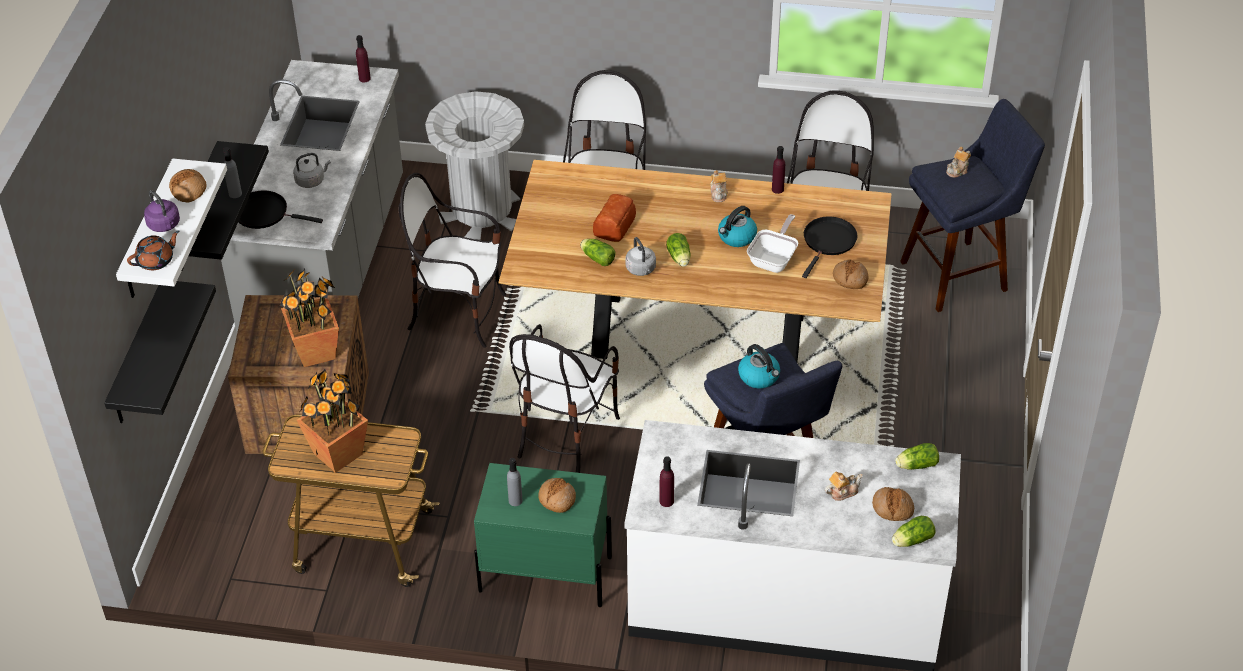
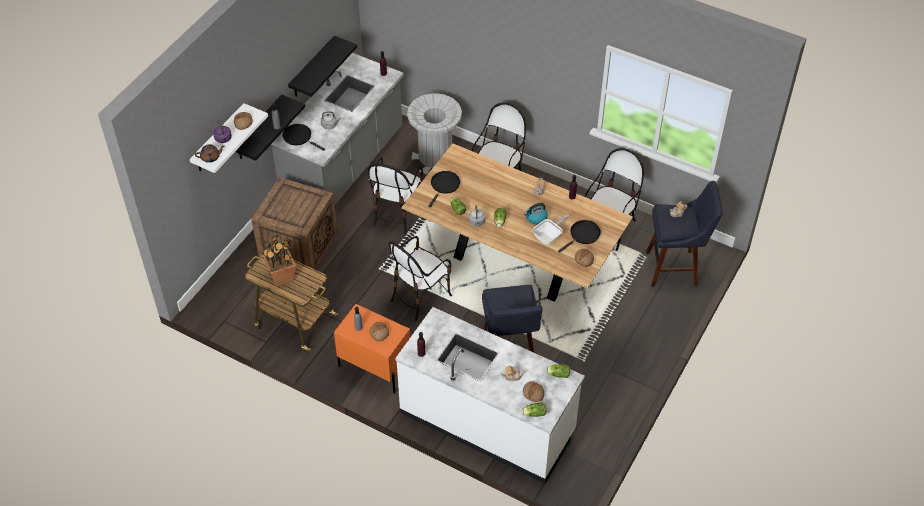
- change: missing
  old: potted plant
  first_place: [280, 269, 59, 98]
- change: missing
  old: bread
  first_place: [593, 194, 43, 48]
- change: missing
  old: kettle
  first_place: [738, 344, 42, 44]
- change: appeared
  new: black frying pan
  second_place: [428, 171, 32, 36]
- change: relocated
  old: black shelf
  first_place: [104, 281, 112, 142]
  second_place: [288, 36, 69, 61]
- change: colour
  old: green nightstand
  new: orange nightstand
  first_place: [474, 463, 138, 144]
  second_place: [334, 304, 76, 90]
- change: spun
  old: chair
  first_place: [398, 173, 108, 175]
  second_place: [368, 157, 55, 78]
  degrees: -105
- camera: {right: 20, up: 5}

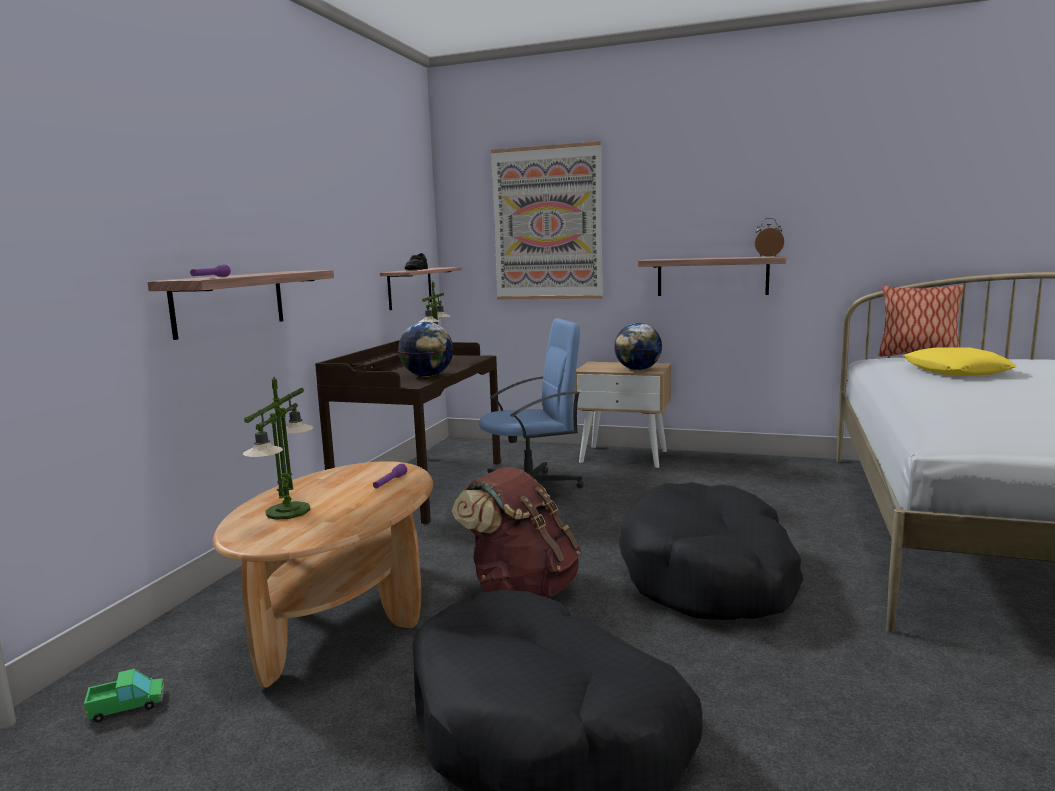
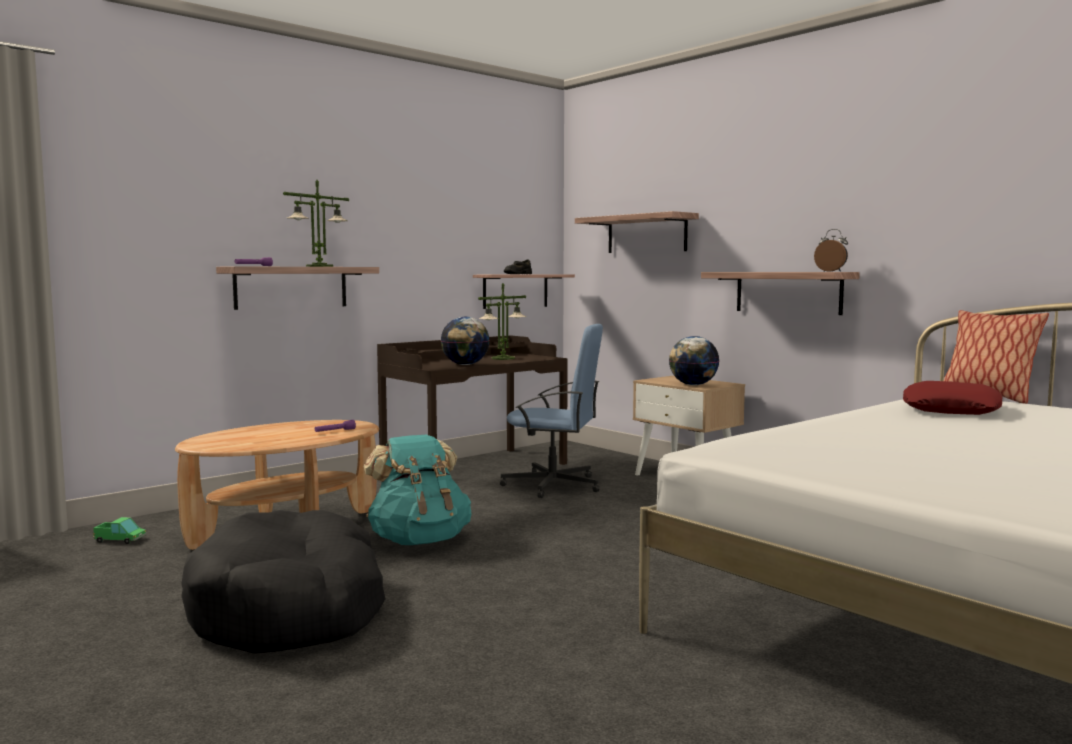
- change: missing
  old: black dog bed
  first_place: [619, 482, 184, 138]
- change: relocated
  old: table lamp
  first_place: [243, 377, 71, 143]
  second_place: [283, 180, 66, 87]
- change: exchanged
  old: picture
  new: shelf
  first_place: [491, 141, 112, 158]
  second_place: [575, 211, 124, 42]
- change: colour
  old: brown backpack
  new: turquoise backpack
  first_place: [452, 467, 129, 130]
  second_place: [363, 435, 109, 110]
- change: colour
  old: yellow pillow
  new: red pillow
  first_place: [903, 347, 114, 29]
  second_place: [903, 381, 99, 34]
- camera: {right: 30, up: -5}

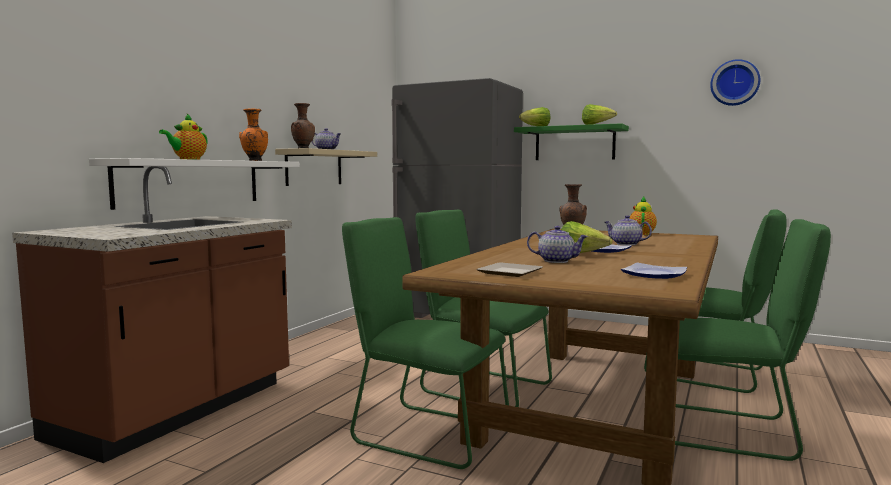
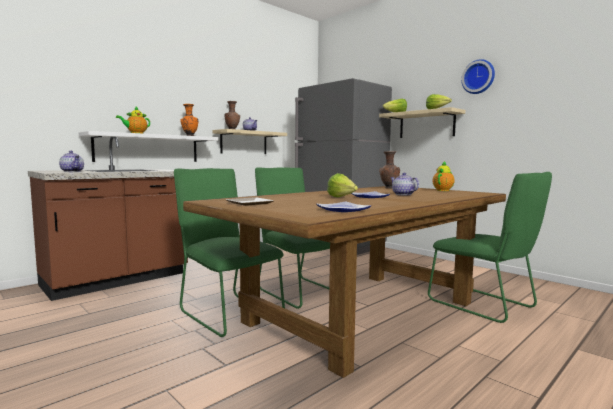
- change: missing
  old: green chair
  first_place: [675, 219, 156, 242]
- change: relocated
  old: teapot
  first_place: [527, 226, 61, 37]
  second_place: [59, 151, 25, 21]
- change: relocated
  old: wall clock
  first_place: [710, 59, 50, 47]
  second_place: [461, 59, 34, 35]
- change: colour
  old: green shelf
  new: beige shelf
  first_place: [514, 123, 115, 37]
  second_place: [379, 107, 86, 31]
- camera: {right: 20, up: 0}

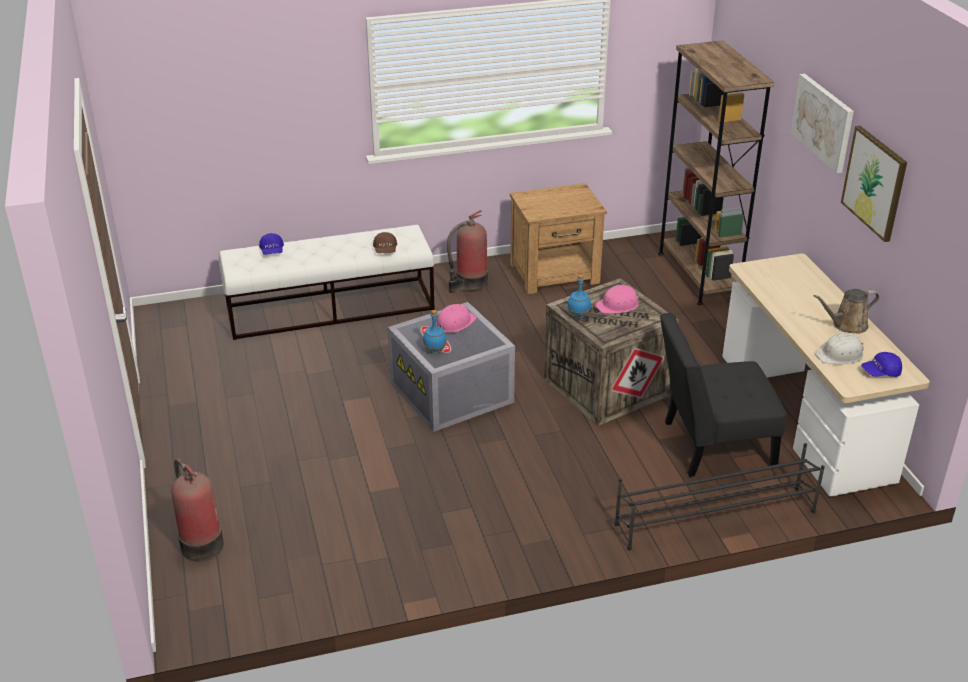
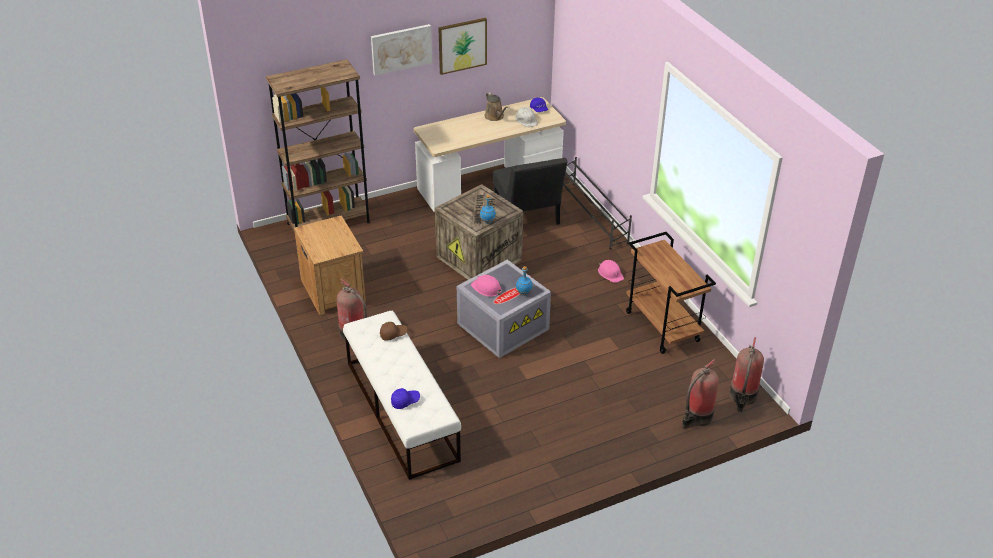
- change: appeared
  new: brown cart
  second_place: [626, 232, 90, 122]
- change: appeared
  new: fire extinguisher
  second_place: [729, 337, 35, 75]
- change: relocated
  old: pink hard hat
  first_place: [595, 285, 44, 29]
  second_place: [598, 260, 26, 23]
- camera: {right: -100, up: 5}

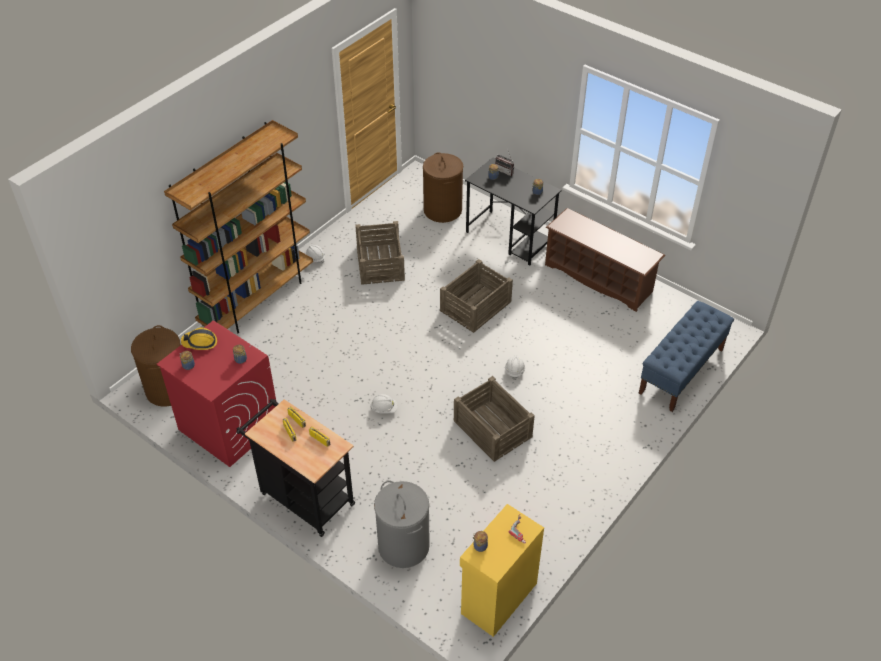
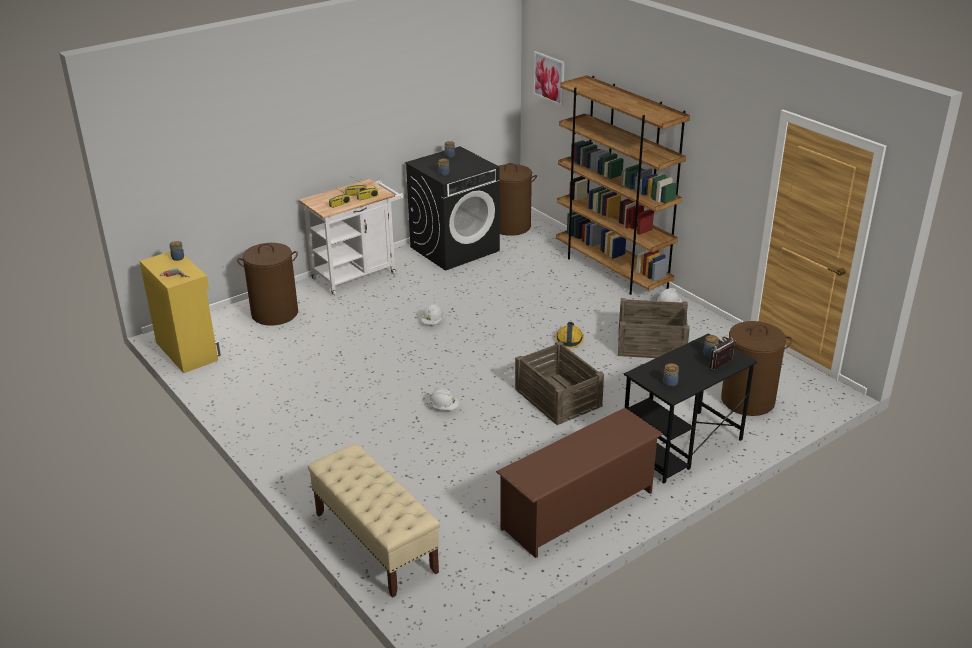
- change: missing
  old: crate
  first_place: [454, 376, 81, 86]
- change: appeared
  new: picture
  second_place: [533, 51, 32, 55]
- change: relocated
  old: hard hat
  first_place: [181, 328, 36, 22]
  second_place: [555, 322, 29, 26]
- change: colour
  old: red washing machine
  new: black washing machine
  first_place: [157, 320, 119, 147]
  second_place: [405, 146, 95, 125]
- change: colour
  old: black cart
  new: white cart
  first_place: [236, 399, 119, 138]
  second_place: [299, 179, 105, 117]
- change: colour
  old: grey laundry basket
  new: brown laundry basket
  first_place: [374, 481, 56, 87]
  second_place: [237, 243, 61, 83]
- change: colour
  old: blue bench
  new: beige bench
  first_place: [639, 301, 95, 111]
  second_place: [308, 444, 132, 154]
- camera: {right: 105, up: -15}

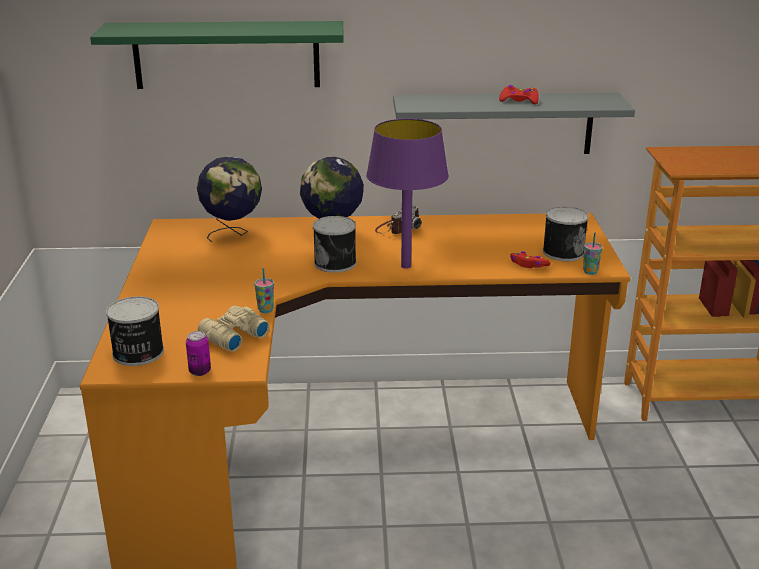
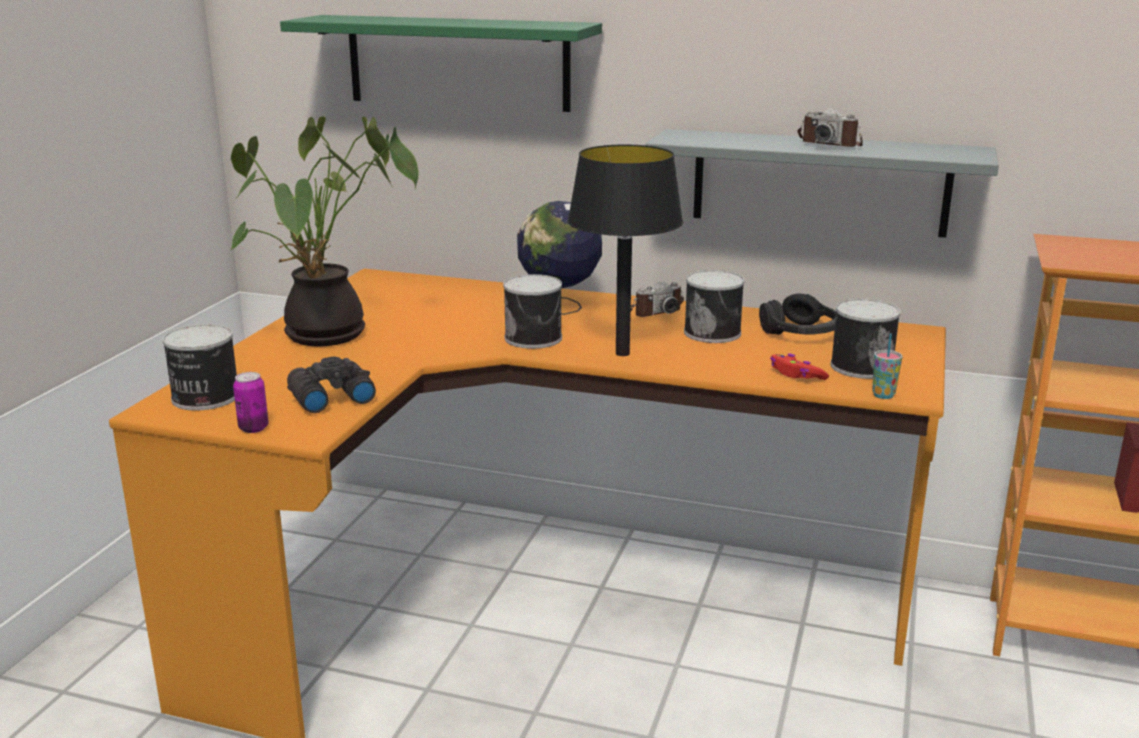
- change: missing
  old: globe
  first_place: [197, 156, 65, 86]
- change: missing
  old: cup
  first_place: [254, 268, 20, 45]
- change: appeared
  new: potted plant
  second_place: [231, 116, 188, 231]
- change: appeared
  new: can
  second_place: [684, 270, 61, 73]
- change: appeared
  new: black headphones
  second_place: [759, 293, 77, 42]
- change: exchanged
  old: red game controller
  new: photo camera
  first_place: [499, 85, 40, 19]
  second_place: [797, 108, 66, 39]
- change: colour
  old: beige binoculars
  new: black binoculars
  first_place: [198, 306, 72, 46]
  second_place: [287, 356, 89, 57]
- change: colour
  old: purple table lamp
  new: black table lamp
  first_place: [366, 119, 83, 150]
  second_place: [567, 144, 116, 212]
- camera: {right: 20, up: -5}

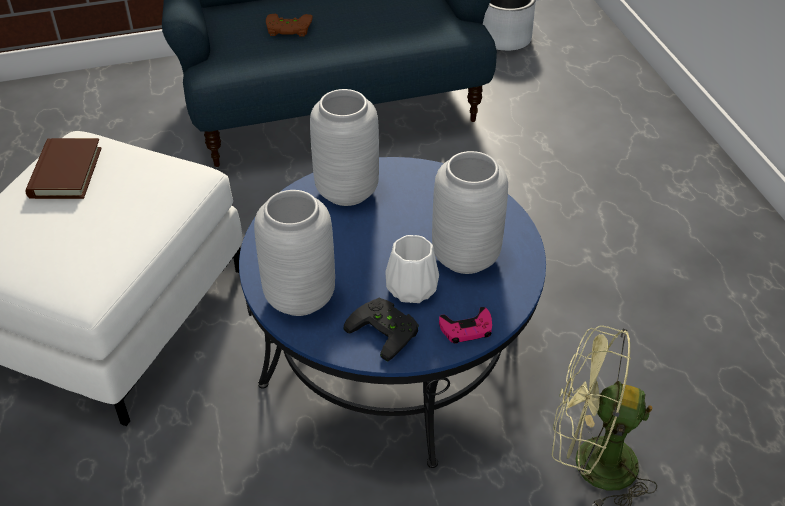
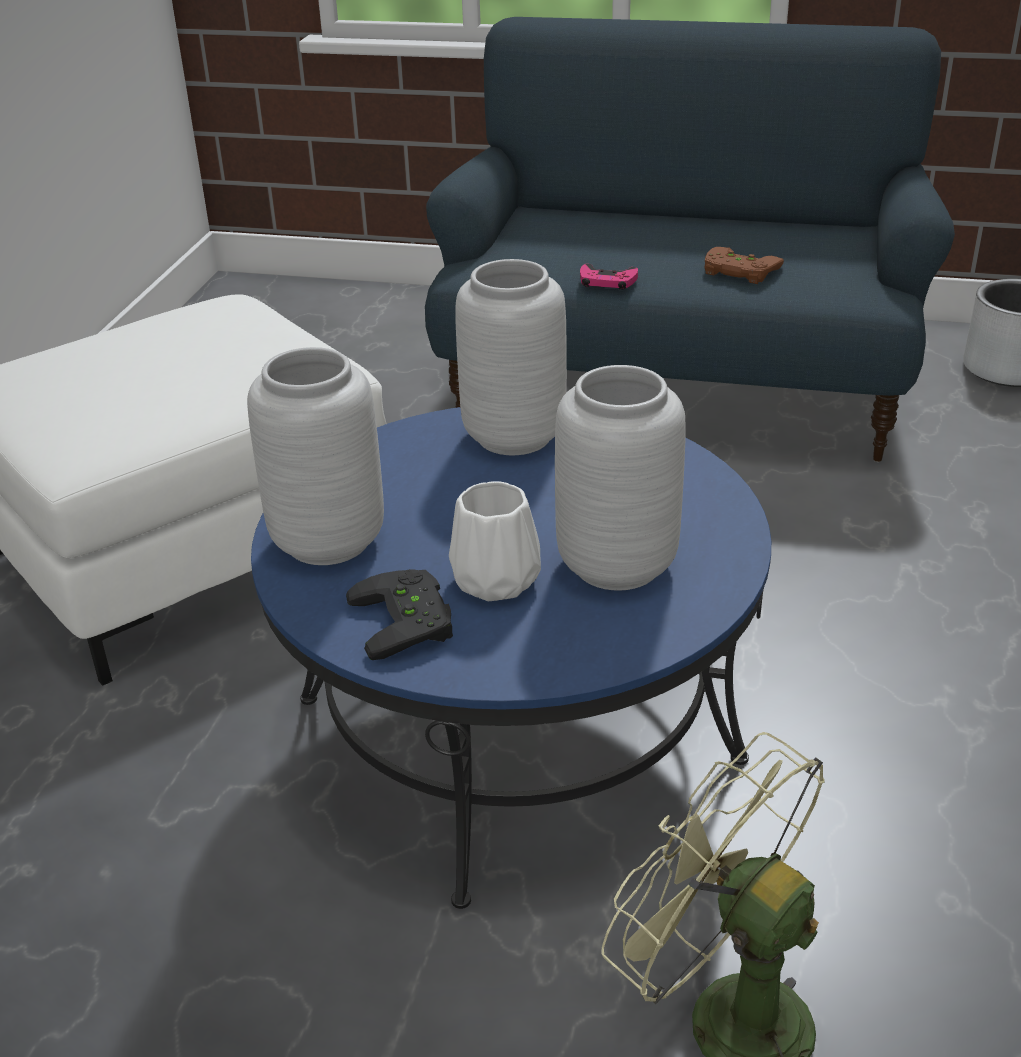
- change: missing
  old: brown book
  first_place: [26, 138, 76, 61]
- change: relocated
  old: brown game controller
  first_place: [266, 14, 47, 23]
  second_place: [704, 247, 80, 37]
- change: relocated
  old: pink game controller
  first_place: [439, 307, 53, 37]
  second_place: [580, 264, 58, 26]
- camera: {right: 30, up: -10}

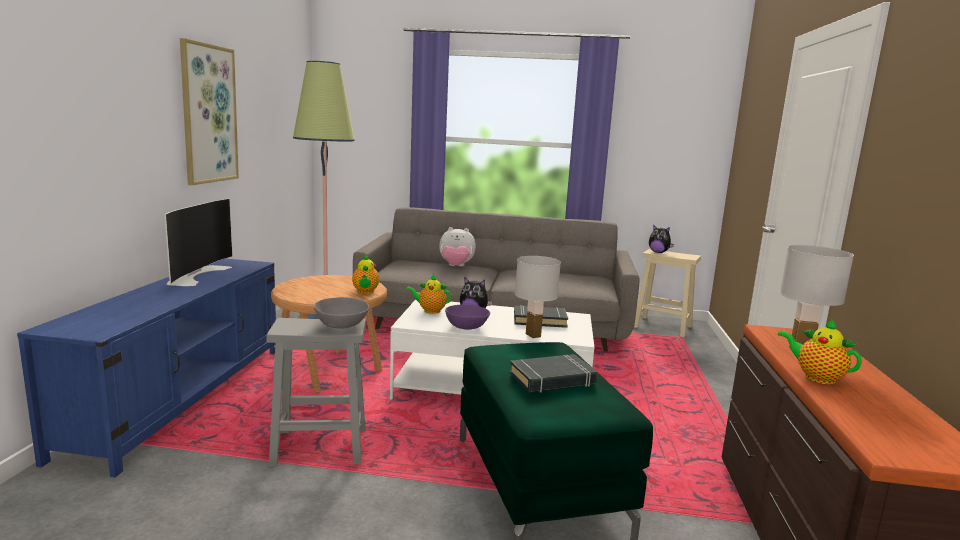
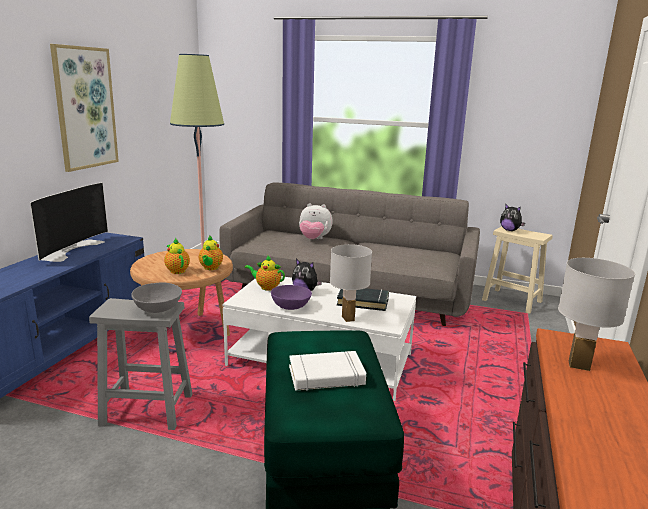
- change: relocated
  old: teapot
  first_place: [778, 319, 84, 65]
  second_place: [164, 238, 26, 36]
- change: colour
  old: black book
  new: white book
  first_place: [510, 354, 87, 39]
  second_place: [289, 351, 77, 40]
- camera: {right: 10, up: 5}

